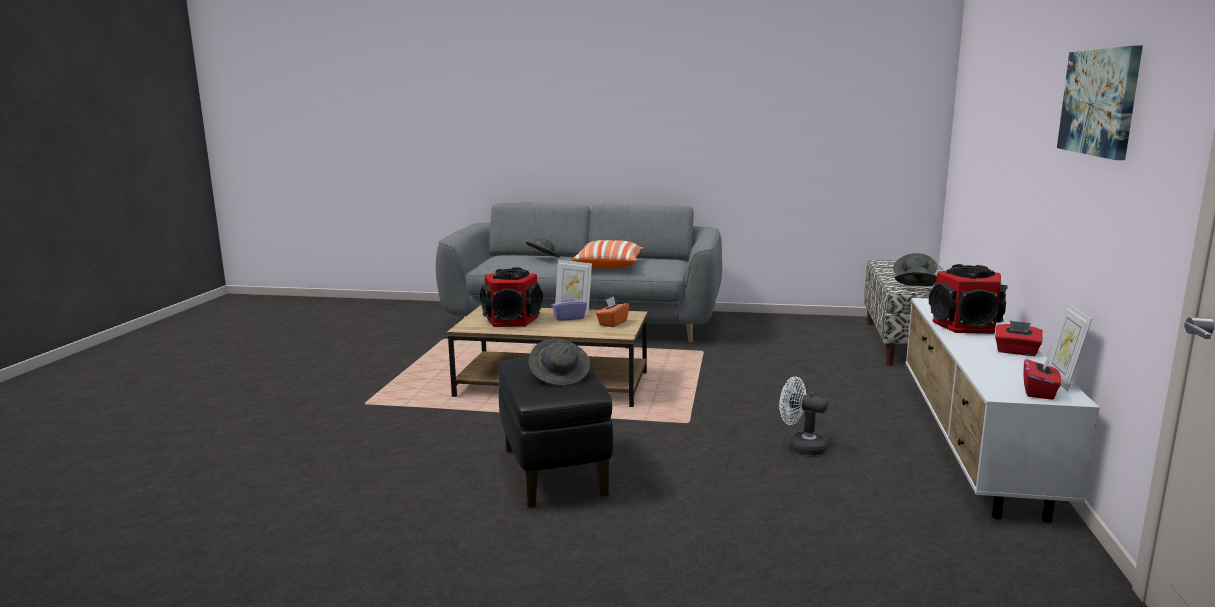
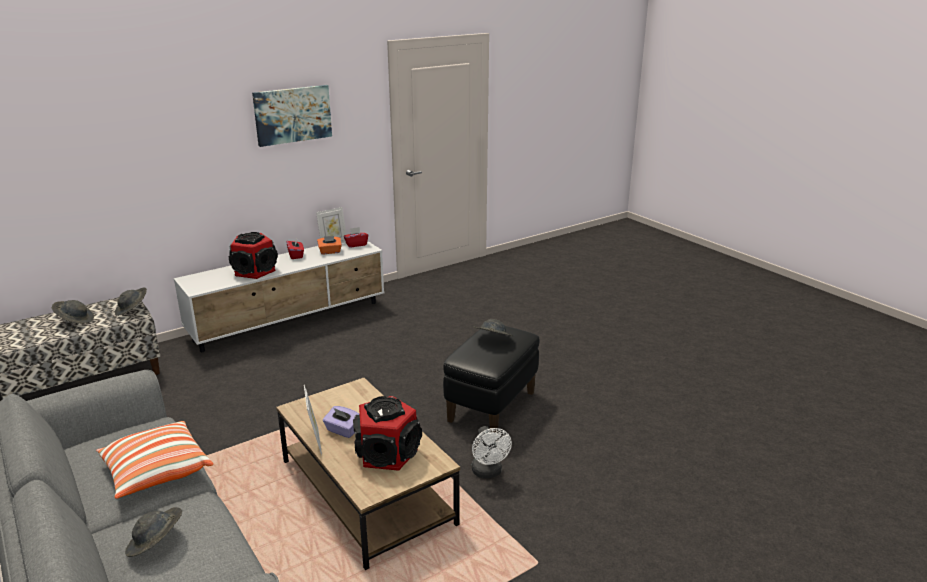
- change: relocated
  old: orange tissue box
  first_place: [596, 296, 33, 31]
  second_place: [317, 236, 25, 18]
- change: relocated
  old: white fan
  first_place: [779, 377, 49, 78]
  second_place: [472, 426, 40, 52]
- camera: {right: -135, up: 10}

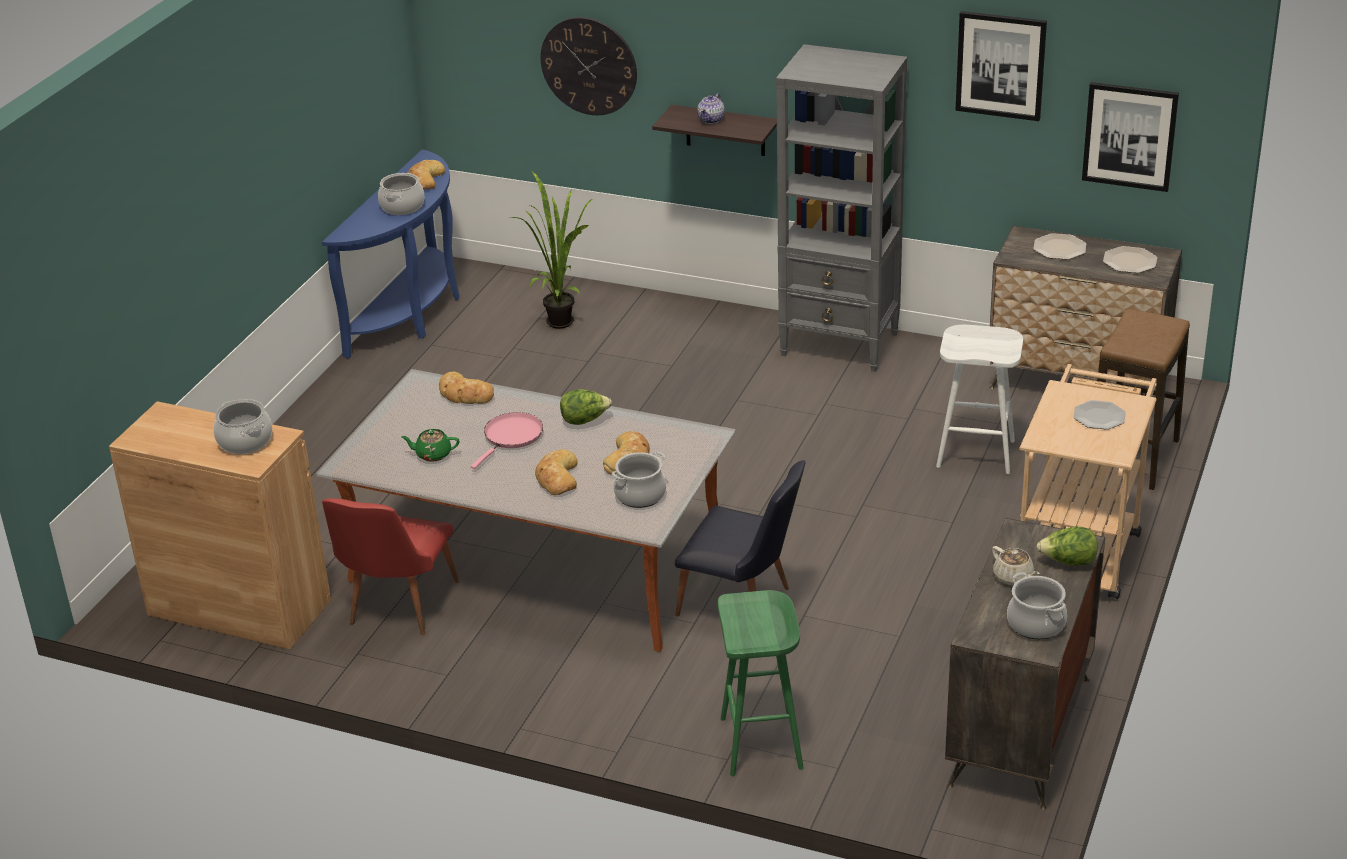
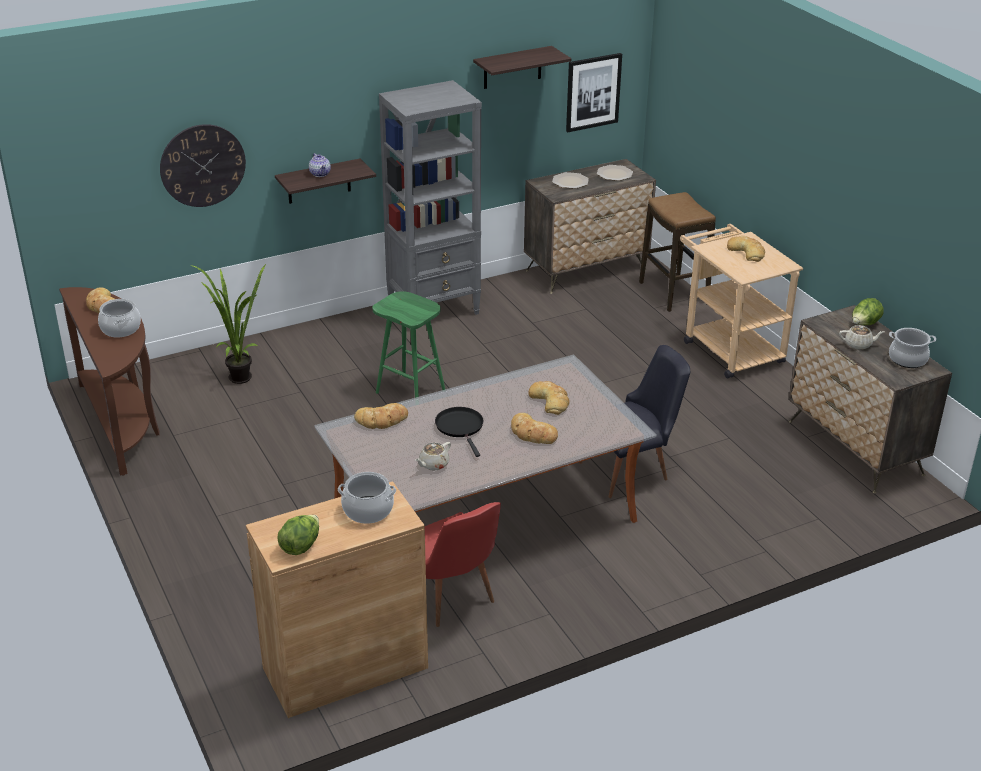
- change: missing
  old: cooking pot
  first_place: [612, 452, 54, 56]
- change: missing
  old: white stool
  first_place: [936, 325, 87, 149]
- change: relocated
  old: lettuce
  first_place: [560, 389, 52, 36]
  second_place: [278, 515, 41, 40]
- change: relocated
  old: green stool
  first_place: [718, 590, 86, 186]
  second_place: [372, 291, 73, 107]
- change: exchanged
  old: picture
  new: shelf
  first_place: [955, 11, 92, 110]
  second_place: [473, 46, 98, 43]
- change: exchanged
  old: plate
  new: bread
  first_place: [1074, 400, 52, 30]
  second_place: [727, 236, 38, 26]
- change: colour
  old: blue console table
  new: brown console table
  first_place: [322, 150, 138, 208]
  second_place: [59, 287, 101, 189]
- change: colour
  old: green teapot
  new: beige teapot
  first_place: [401, 429, 59, 33]
  second_place: [415, 442, 36, 29]
- change: colour
  old: pink frying pan
  new: black frying pan
  first_place: [471, 412, 72, 57]
  second_place: [435, 407, 48, 50]
- camera: {right: -50, up: 0}

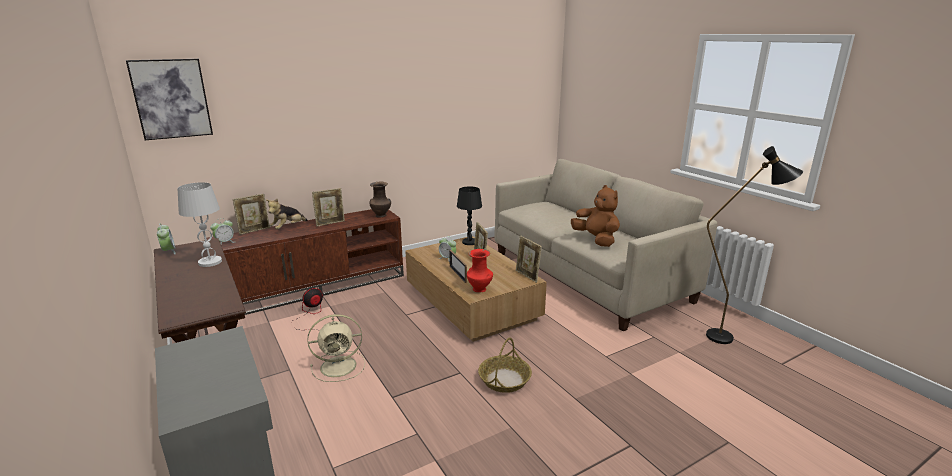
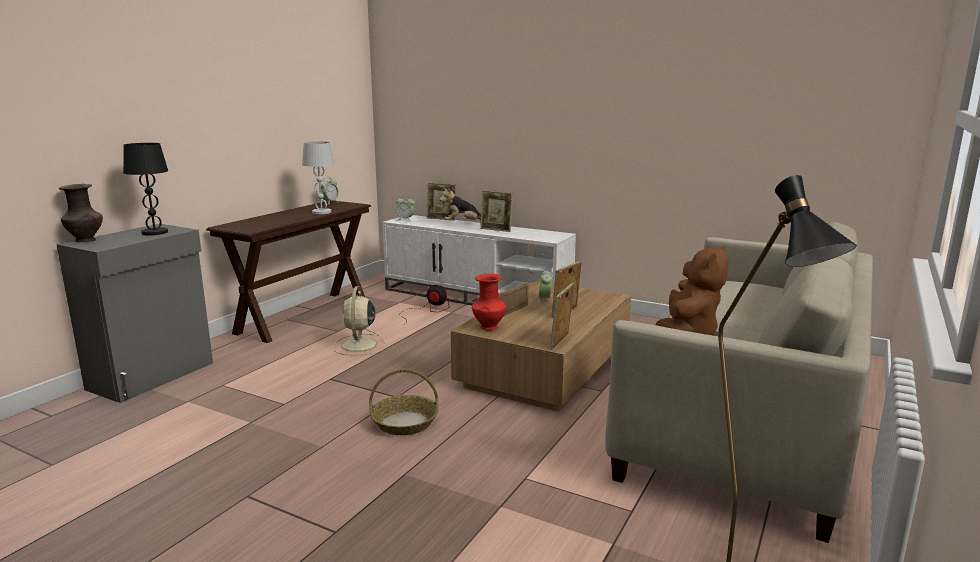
- change: missing
  old: picture
  first_place: [126, 59, 87, 81]
- change: relocated
  old: brown vase
  first_place: [369, 182, 22, 35]
  second_place: [59, 184, 44, 58]
- change: relocated
  old: black table lamp
  first_place: [457, 186, 25, 59]
  second_place: [123, 143, 45, 92]
- change: colour
  old: brown tv stand
  new: white tv stand
  first_place: [206, 209, 198, 106]
  second_place: [382, 215, 194, 90]
- change: spun
  old: beige fan
  first_place: [307, 314, 58, 68]
  second_place: [333, 286, 53, 69]
  degrees: 45
- camera: {right: 60, up: -5}

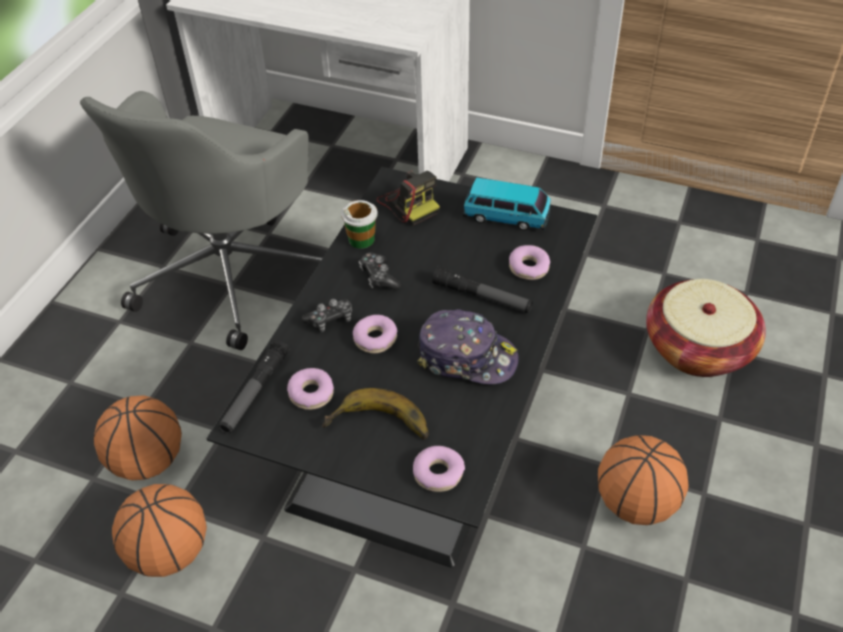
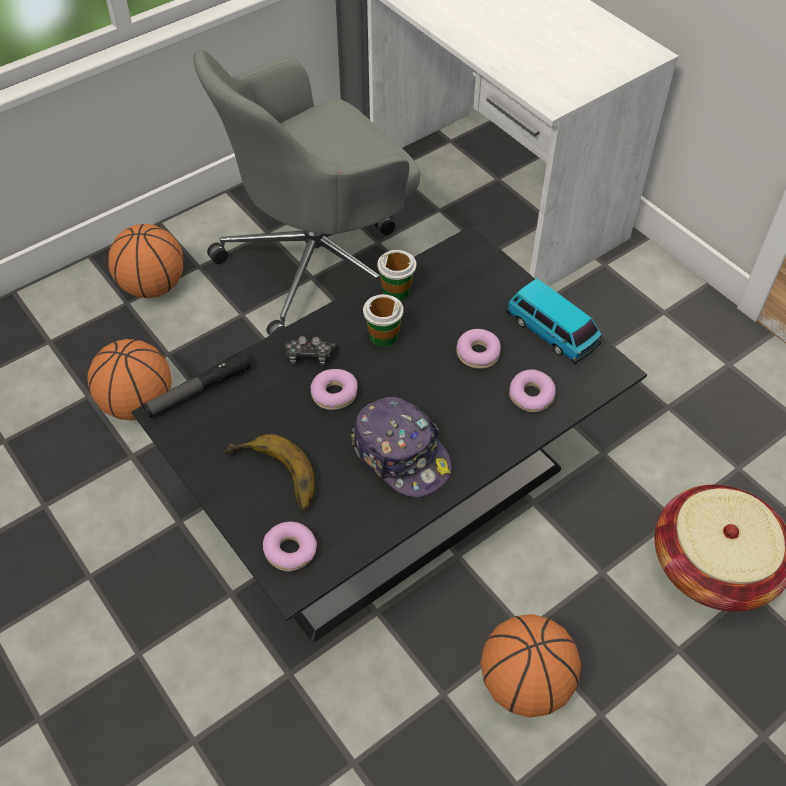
- change: missing
  old: photo camera
  first_place: [377, 170, 63, 56]
- change: missing
  old: flashlight
  first_place: [432, 266, 101, 47]
- change: relocated
  old: basketball
  first_place: [112, 484, 95, 93]
  second_place: [108, 224, 76, 74]
- change: relocated
  old: donut
  first_place: [287, 368, 47, 42]
  second_place: [456, 329, 45, 40]
- change: exchanged
  old: game controller
  new: cup
  first_place: [359, 253, 42, 37]
  second_place: [363, 294, 41, 53]
- camera: {right: 30, up: 5}

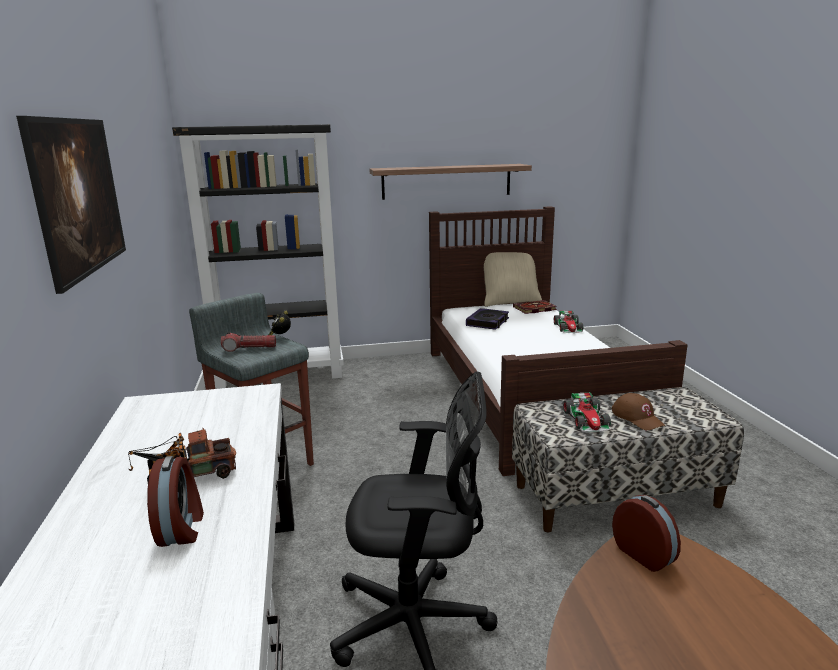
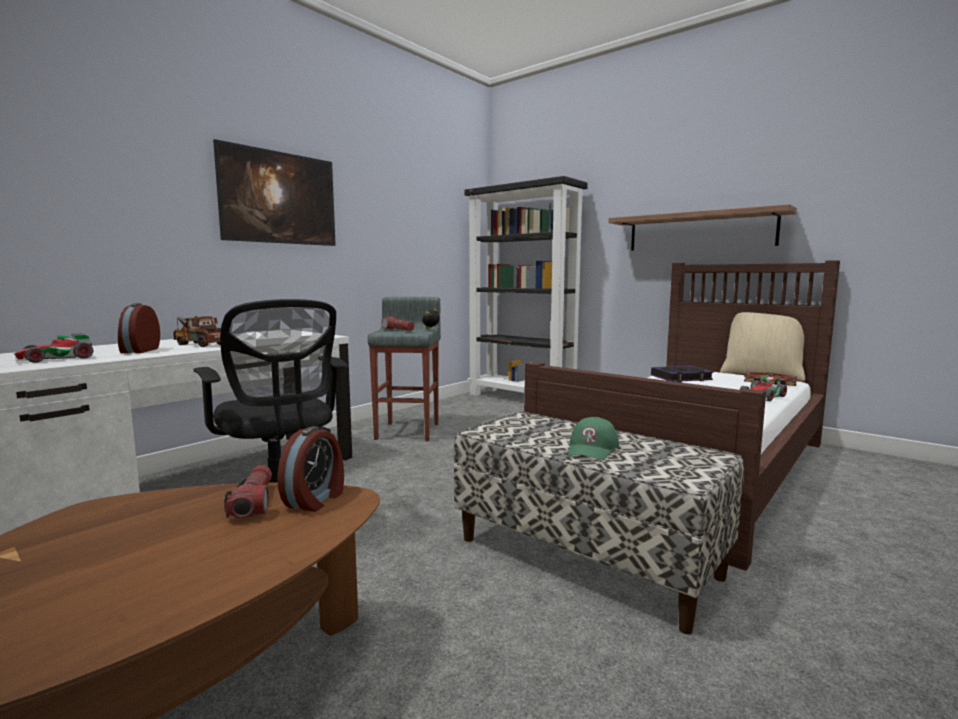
- change: appeared
  new: flashlight
  second_place: [224, 465, 48, 53]
- change: relocated
  old: toy car
  first_place: [563, 392, 48, 40]
  second_place: [14, 333, 79, 30]
- change: colour
  old: brown cap
  new: green cap
  first_place: [611, 393, 54, 37]
  second_place: [568, 417, 51, 43]
- change: spun
  old: alarm clock
  first_place: [147, 456, 57, 91]
  second_place: [118, 303, 42, 50]
  degrees: 135
- camera: {right: 50, up: -10}

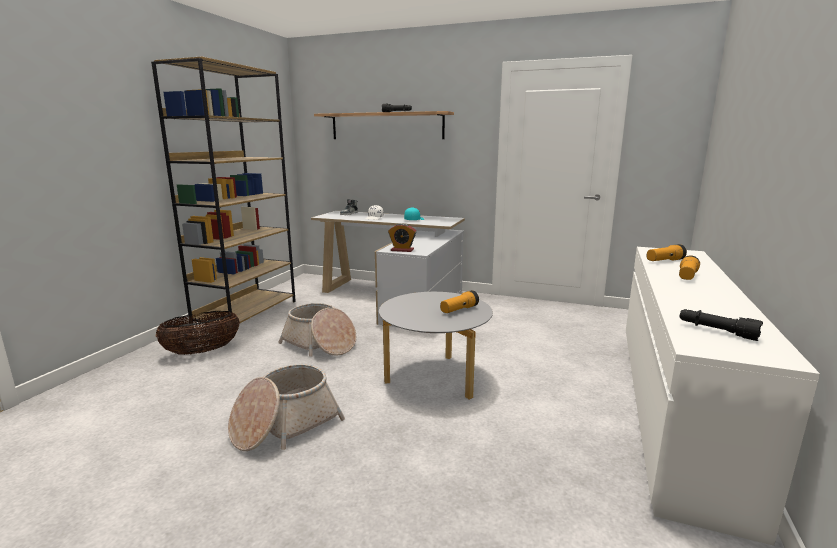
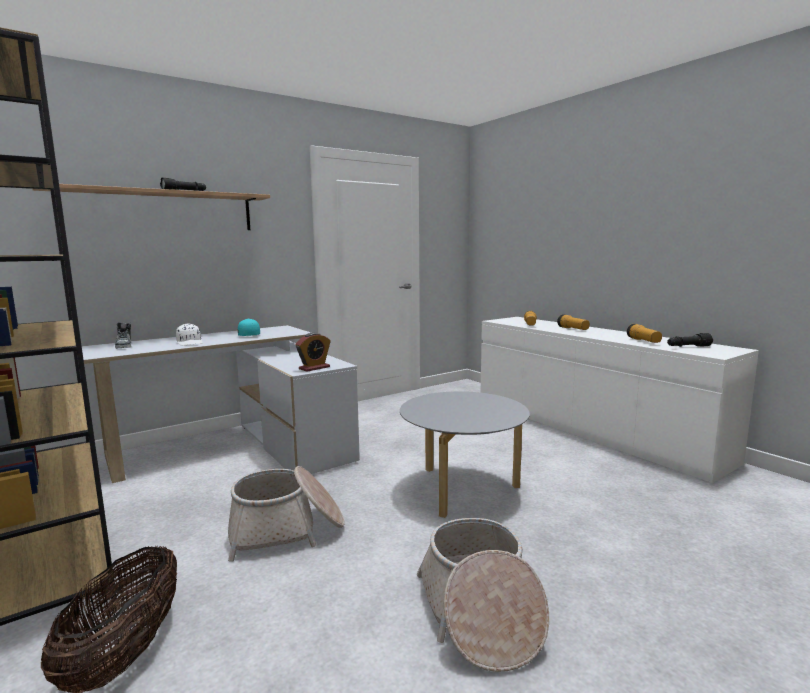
- change: relocated
  old: flashlight
  first_place: [440, 290, 39, 23]
  second_place: [627, 324, 35, 19]
- camera: {right: -55, up: -5}

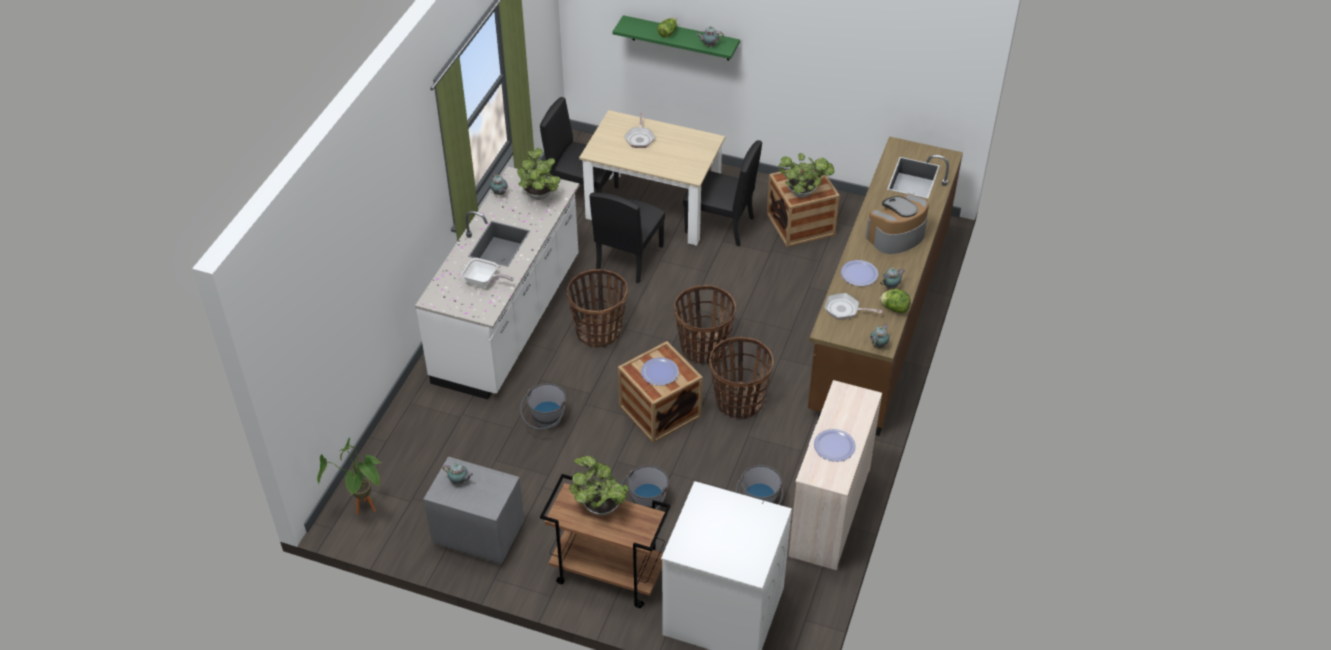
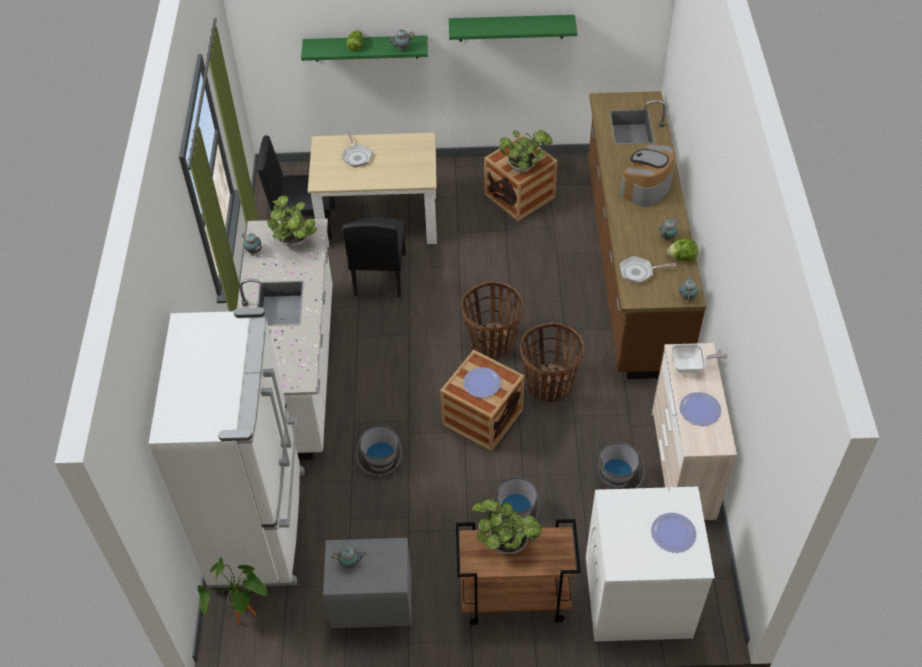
- change: missing
  old: basket
  first_place: [566, 269, 62, 79]
- change: missing
  old: black chair
  first_place: [683, 140, 79, 107]
- change: appeared
  new: white fridge
  second_place: [149, 307, 156, 281]
- change: appeared
  new: green shelf
  second_place: [449, 15, 128, 26]
- change: relocated
  old: frying pan
  first_place: [462, 258, 52, 29]
  second_place: [671, 344, 57, 29]
- change: relocated
  old: plate
  first_place: [841, 260, 37, 26]
  second_place: [651, 513, 45, 40]
- camera: {right: -20, up: 5}

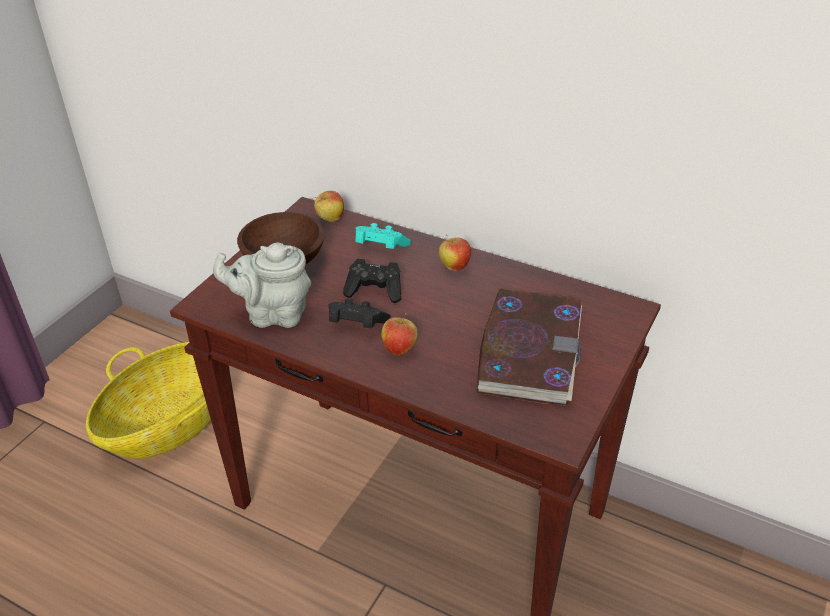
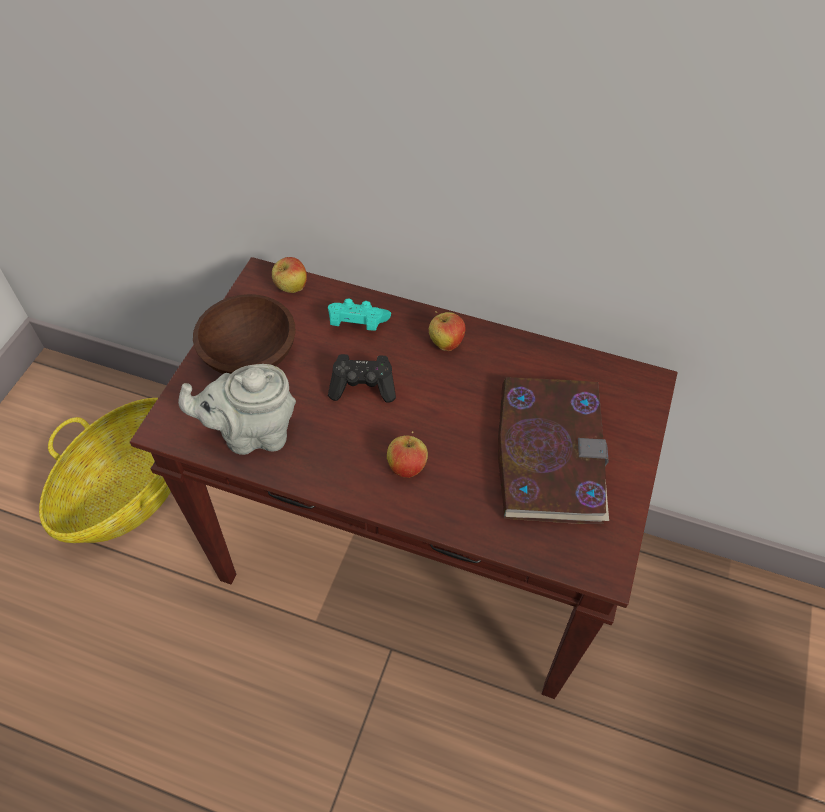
- change: missing
  old: black game controller
  first_place: [328, 298, 63, 30]
- camera: {right: -10, up: 15}

